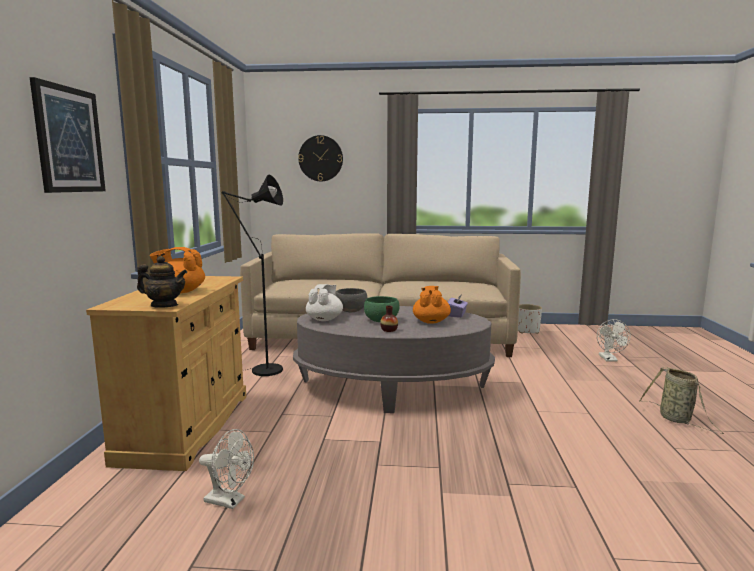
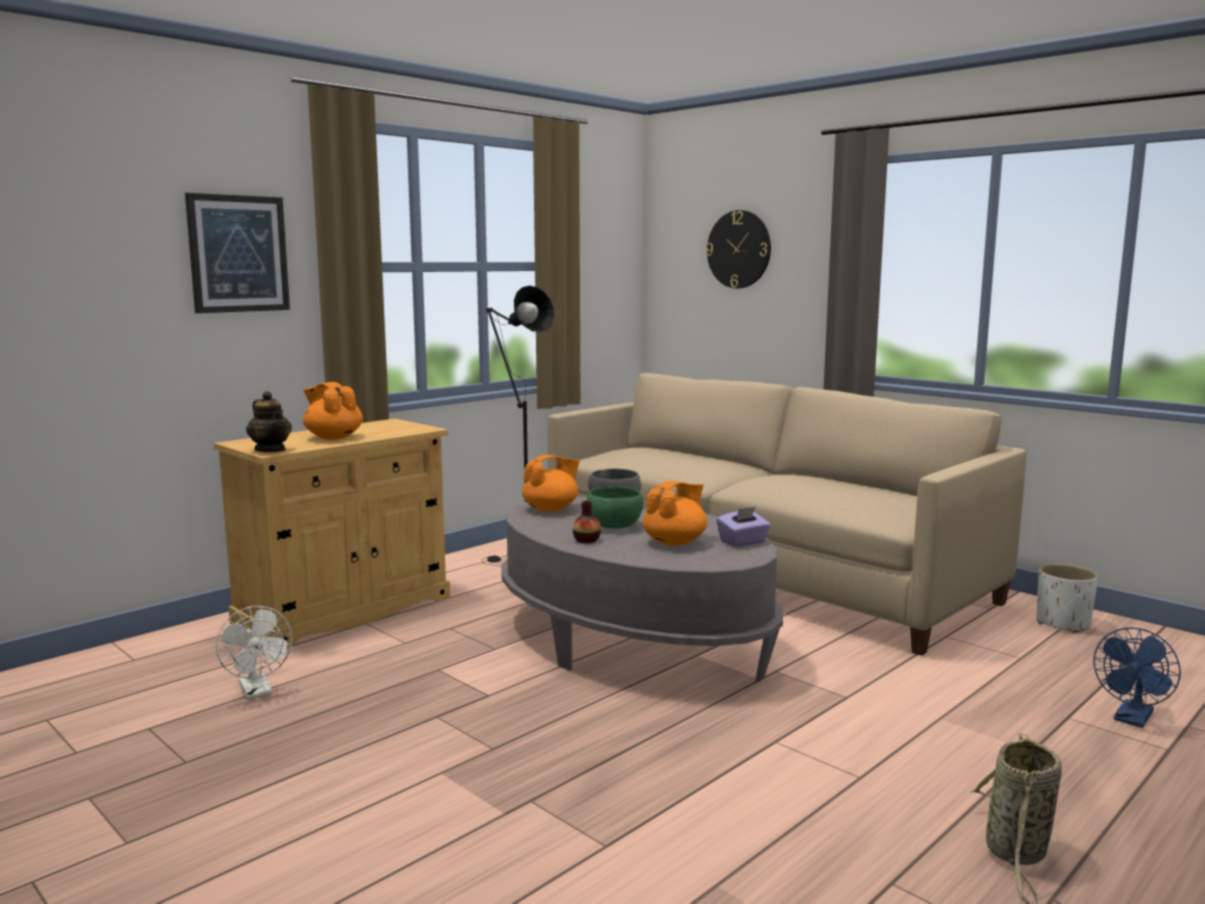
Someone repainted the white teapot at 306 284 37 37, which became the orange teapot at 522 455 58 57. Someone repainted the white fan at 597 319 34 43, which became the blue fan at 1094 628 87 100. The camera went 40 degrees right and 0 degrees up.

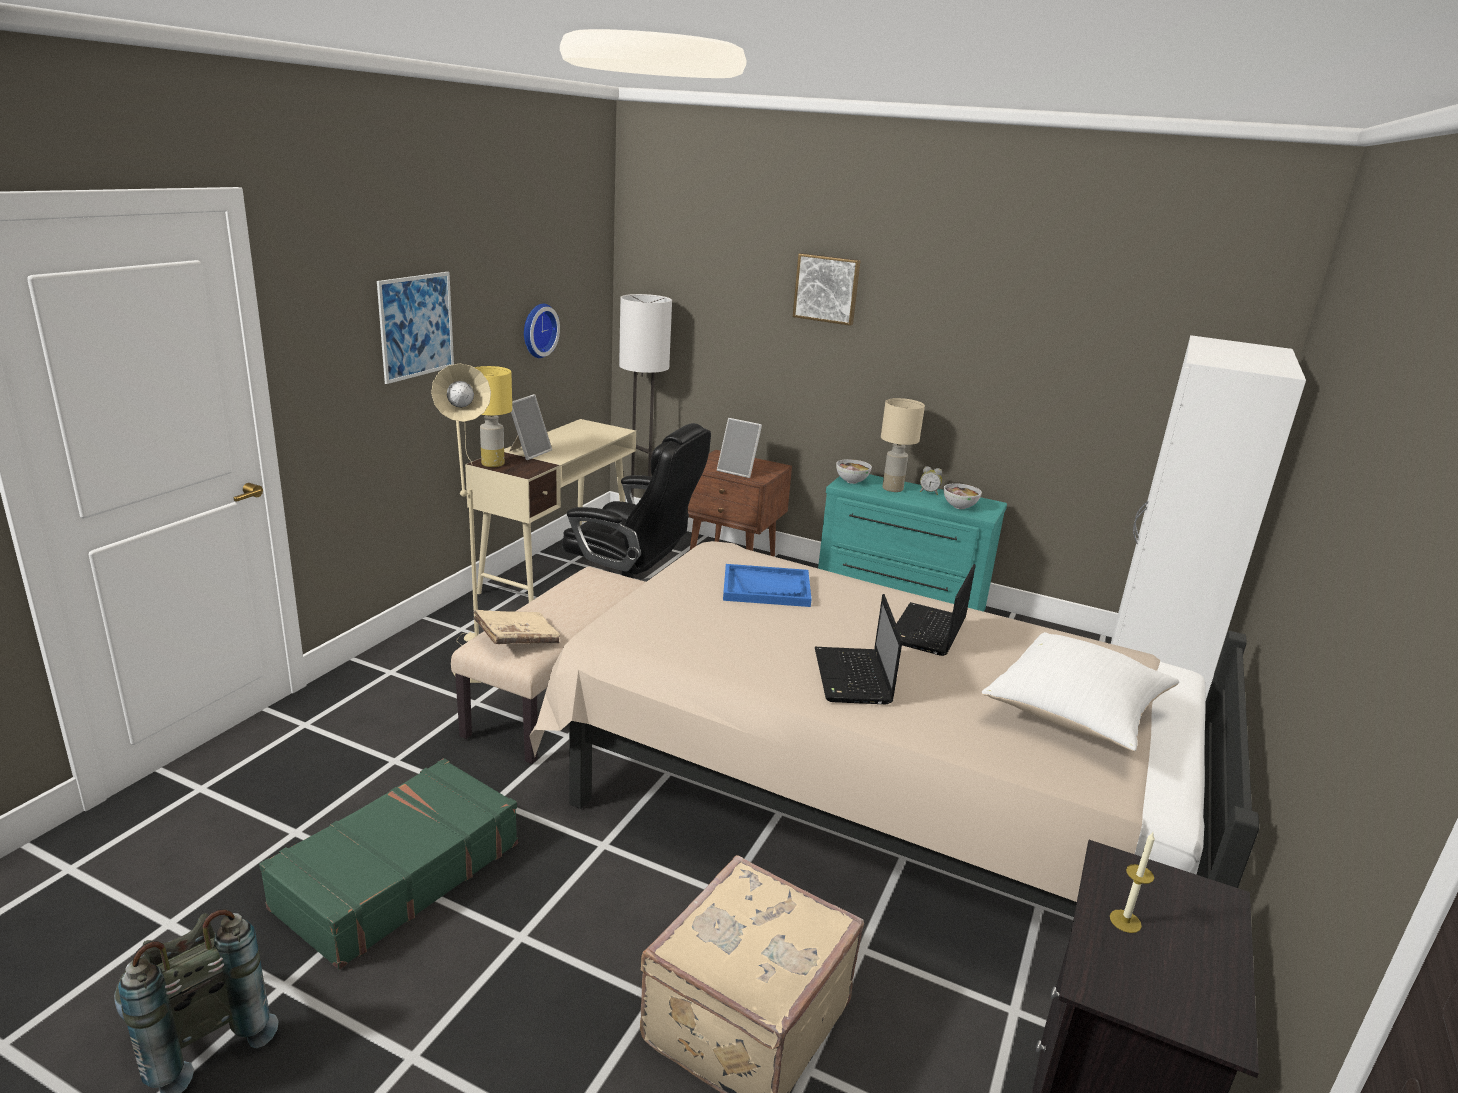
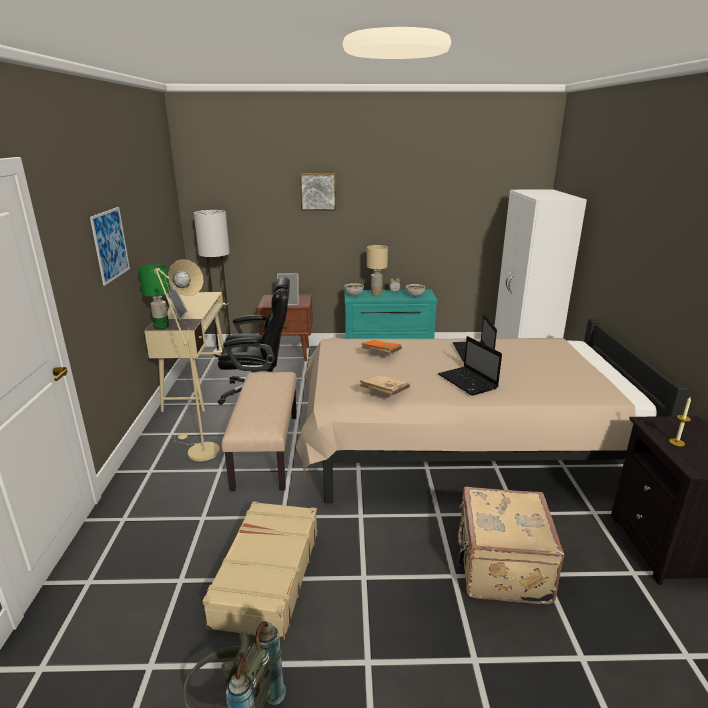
Someone took away the wall clock at 524 304 36 54. Someone took away the white pillow at 982 632 197 119. Someone carried the beige book from 473 610 87 34 to 360 375 50 21. Someone swapped the blue tray at 723 564 89 43 for the orange book at 361 340 41 14. Someone repainted the green suitcase at 259 758 259 211, which became the beige suitcase at 203 501 115 139. Someone repainted the yellow table lamp at 474 366 38 101, which became the green table lamp at 138 265 32 64. The camera went 25 degrees left and 0 degrees up.

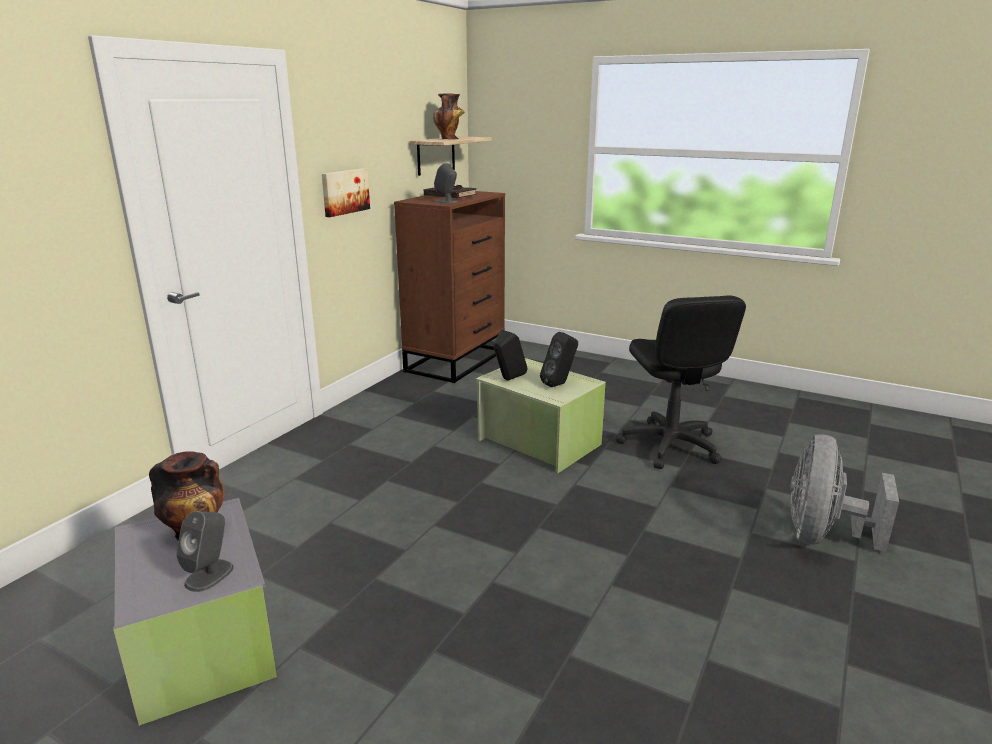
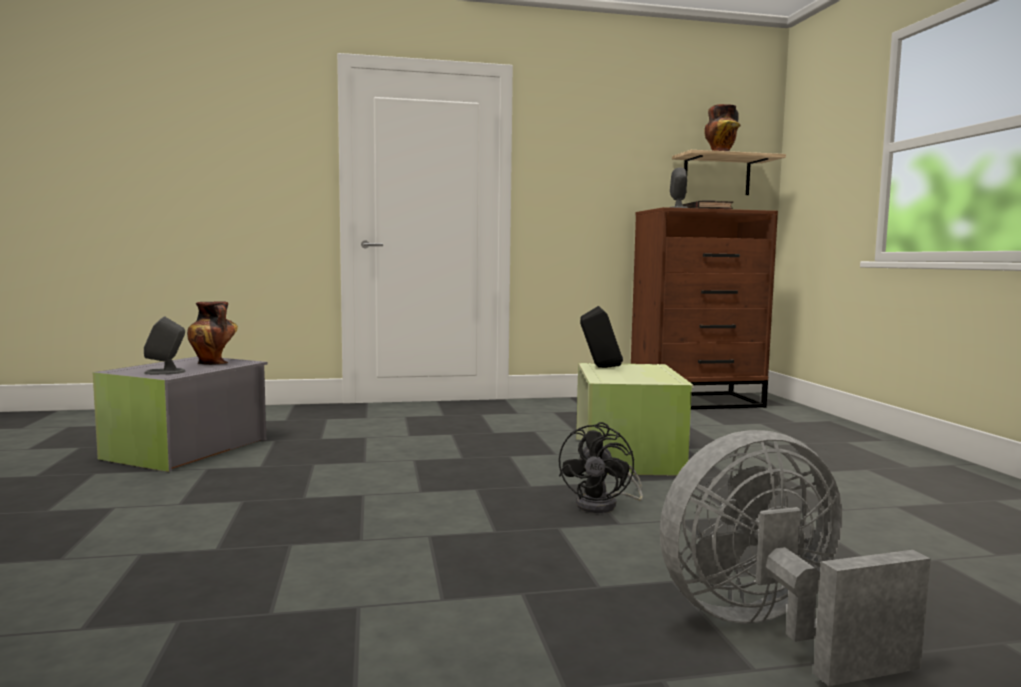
Someone took away the picture at 322 168 48 49. Someone took away the black speaker at 540 332 38 55. Someone took away the black office chair at 616 295 130 174. Someone put down the black fan at 559 422 84 91. The camera went 50 degrees right and 15 degrees down.

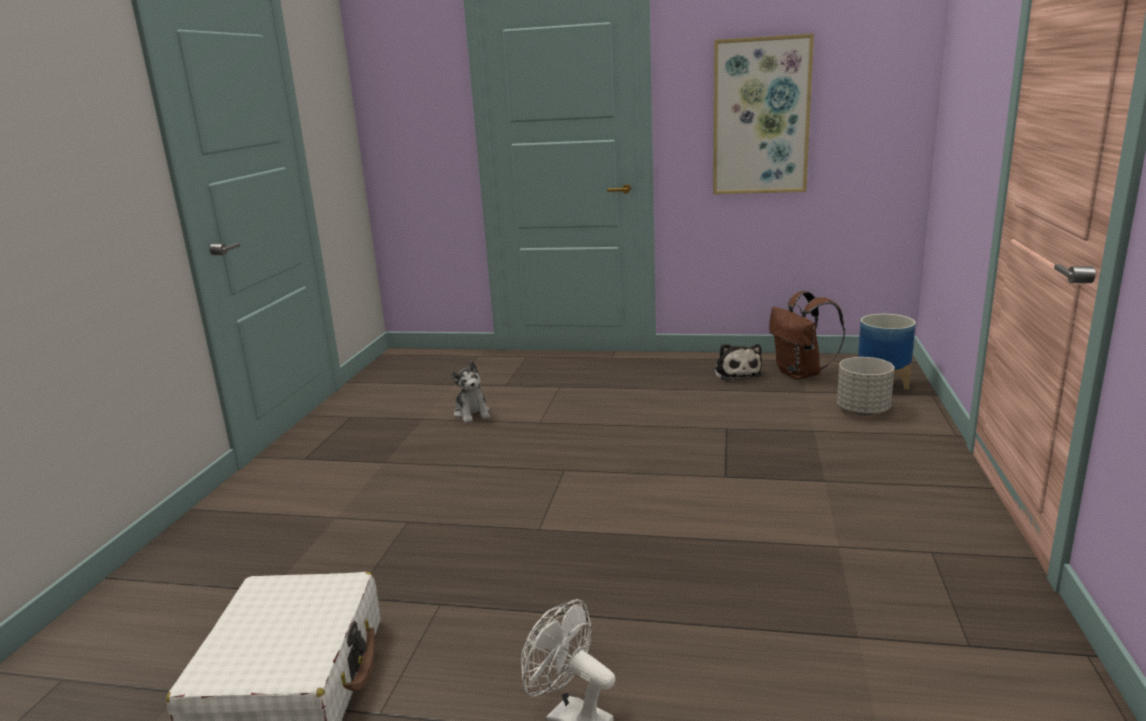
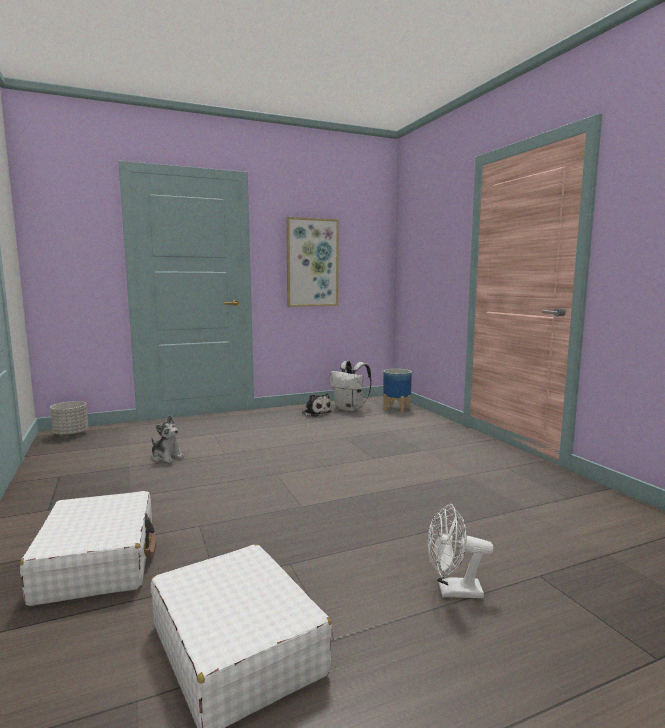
Someone put down the white suitcase at 20 491 136 115. Someone carried the grey planter from 837 357 57 58 to 50 401 38 36. Someone repainted the brown backpack at 769 291 76 89, which became the white backpack at 330 361 42 50. The camera went 35 degrees left and 10 degrees down.

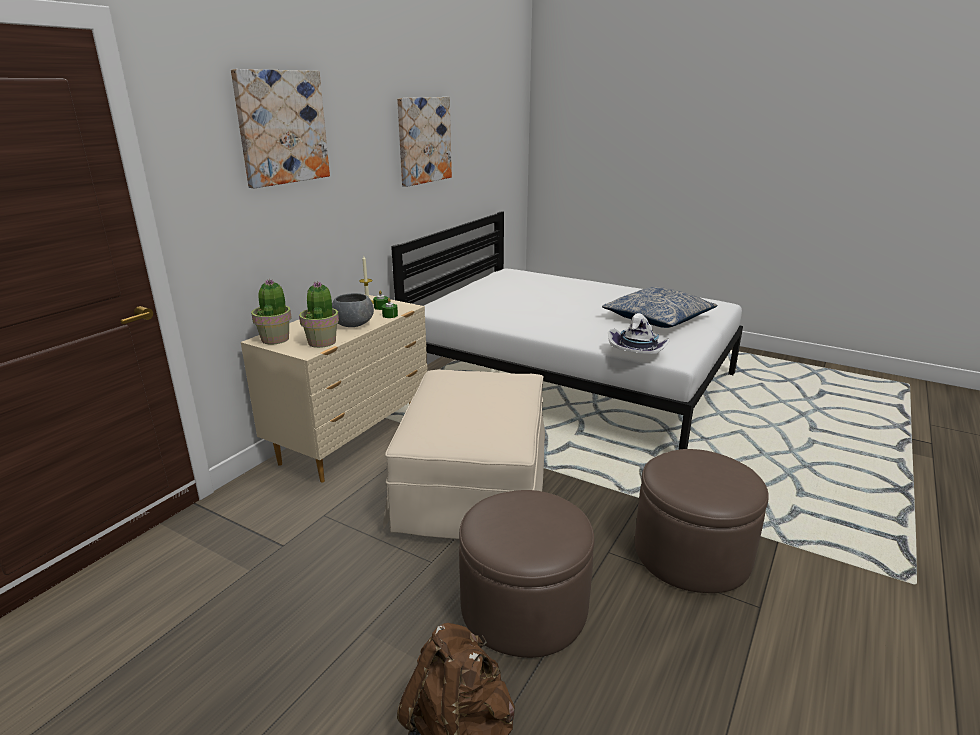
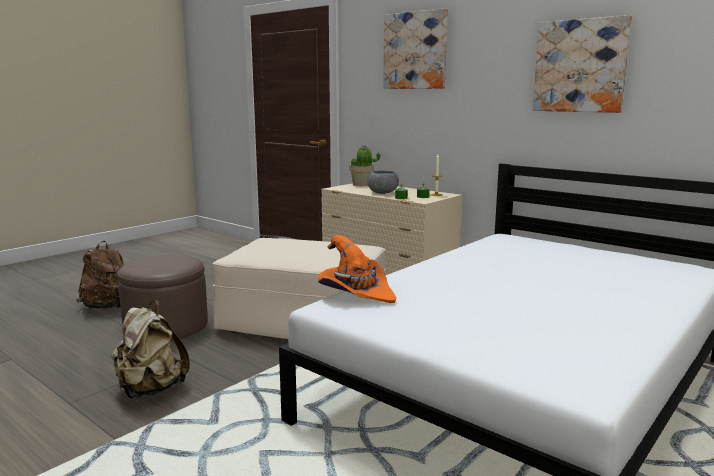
Someone took away the potted plant at 299 281 40 67. Someone took away the pillow at 602 286 115 42. Someone swapped the brown ottoman at 635 449 134 144 for the beige backpack at 111 301 79 98. Someone repainted the white hat at 608 313 62 41, which became the orange hat at 318 235 78 68. The camera went 100 degrees right and 10 degrees down.

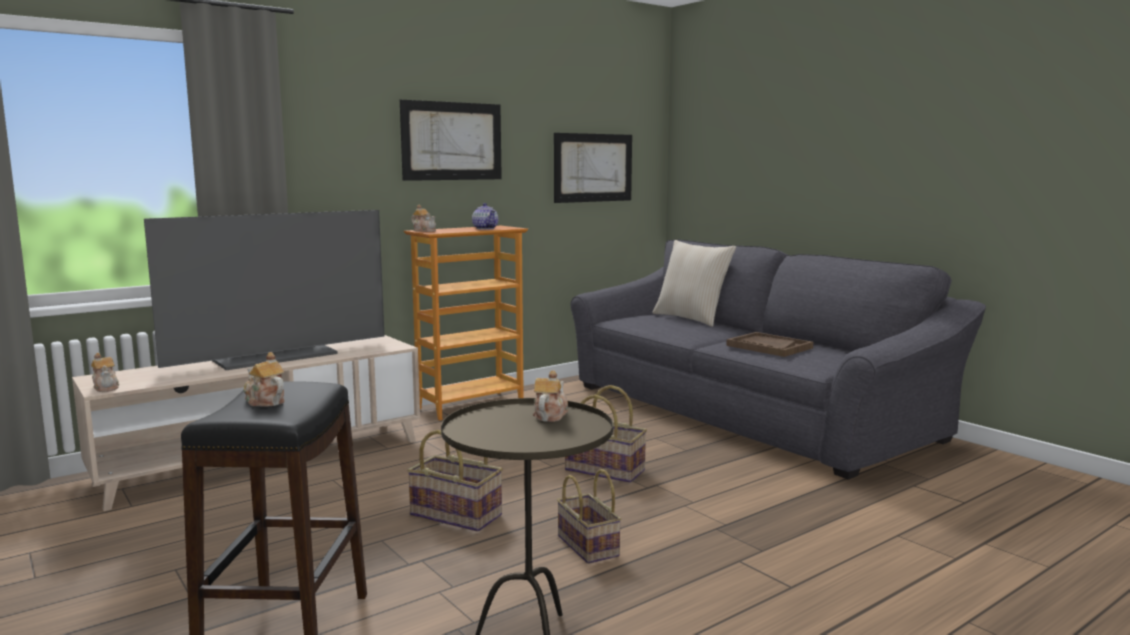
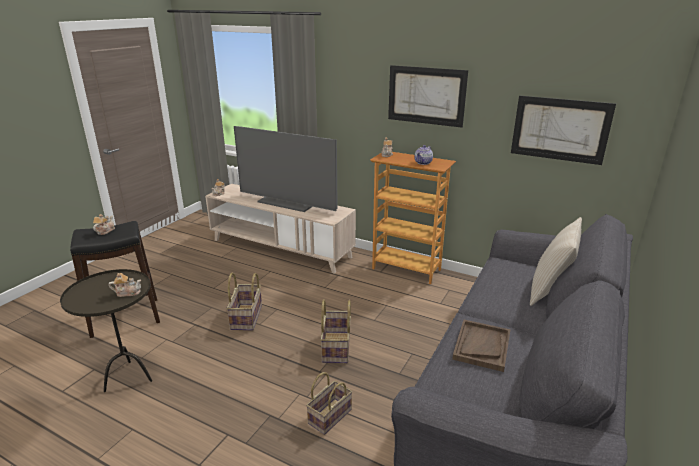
Someone carried the basket from 557 469 64 95 to 306 372 46 63. The camera went 65 degrees right and 15 degrees up.

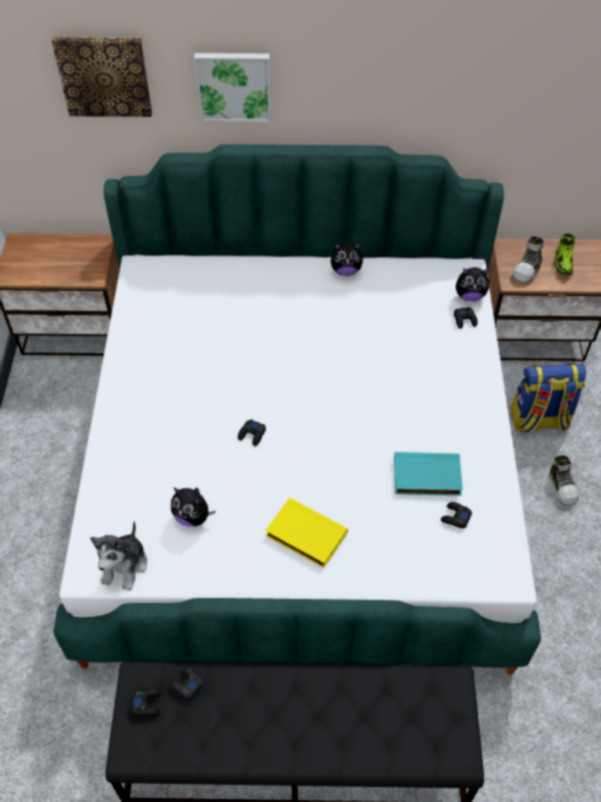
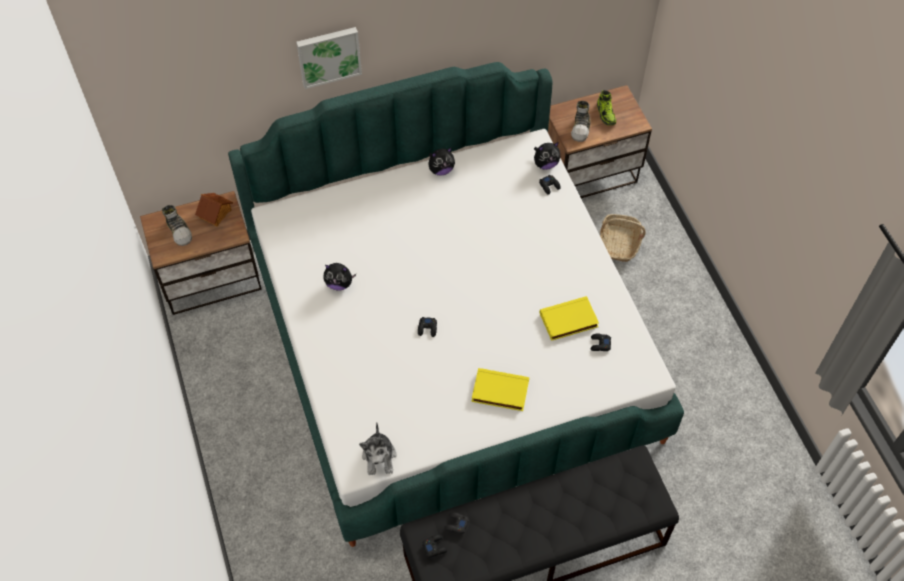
Someone took away the picture at 52 37 100 80. Someone put down the toy house at 195 193 38 34. Someone carried the plush toy from 171 487 45 40 to 324 263 32 27. Someone carried the shoe from 549 455 30 51 to 162 205 30 41. Someone swapped the backpack at 511 363 75 71 for the basket at 600 214 46 48. Someone repainted the turquoise book at 394 452 69 44, which became the yellow book at 540 296 59 45. The camera went 20 degrees left and 5 degrees up.

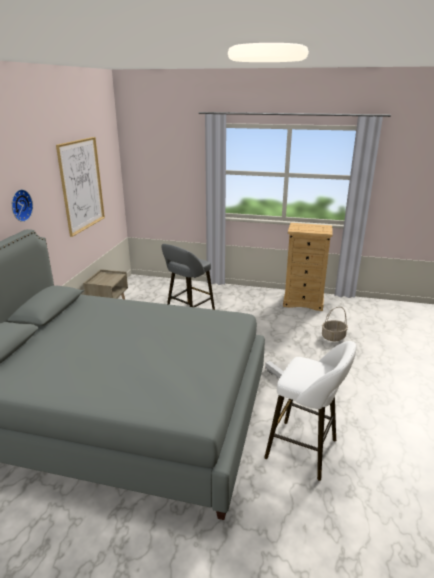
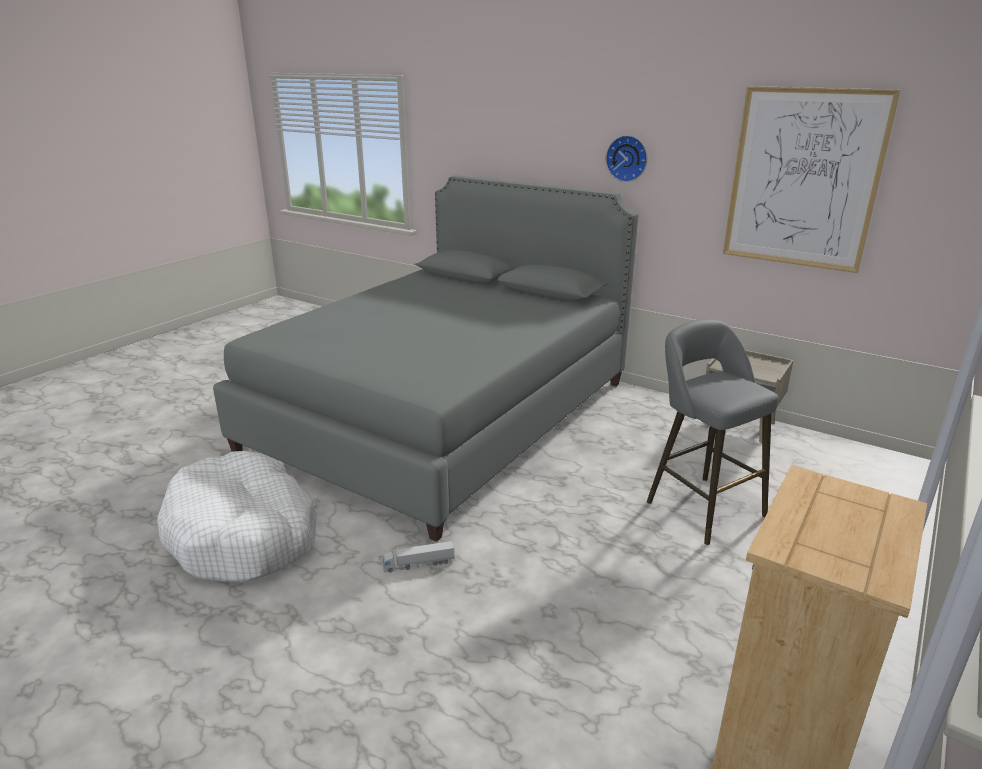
Someone took away the basket at 322 307 26 34. Someone swapped the white stool at 264 341 93 140 for the white dog bed at 157 451 160 131. The camera went 110 degrees right and 0 degrees up.

